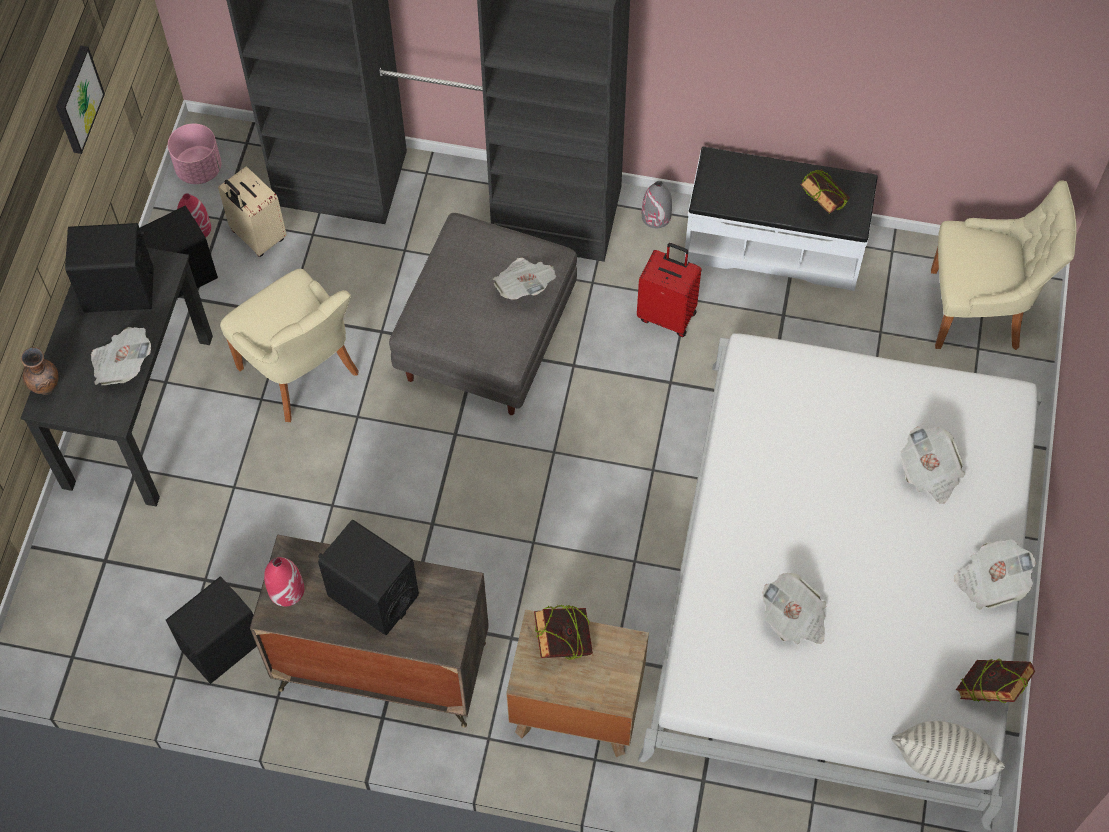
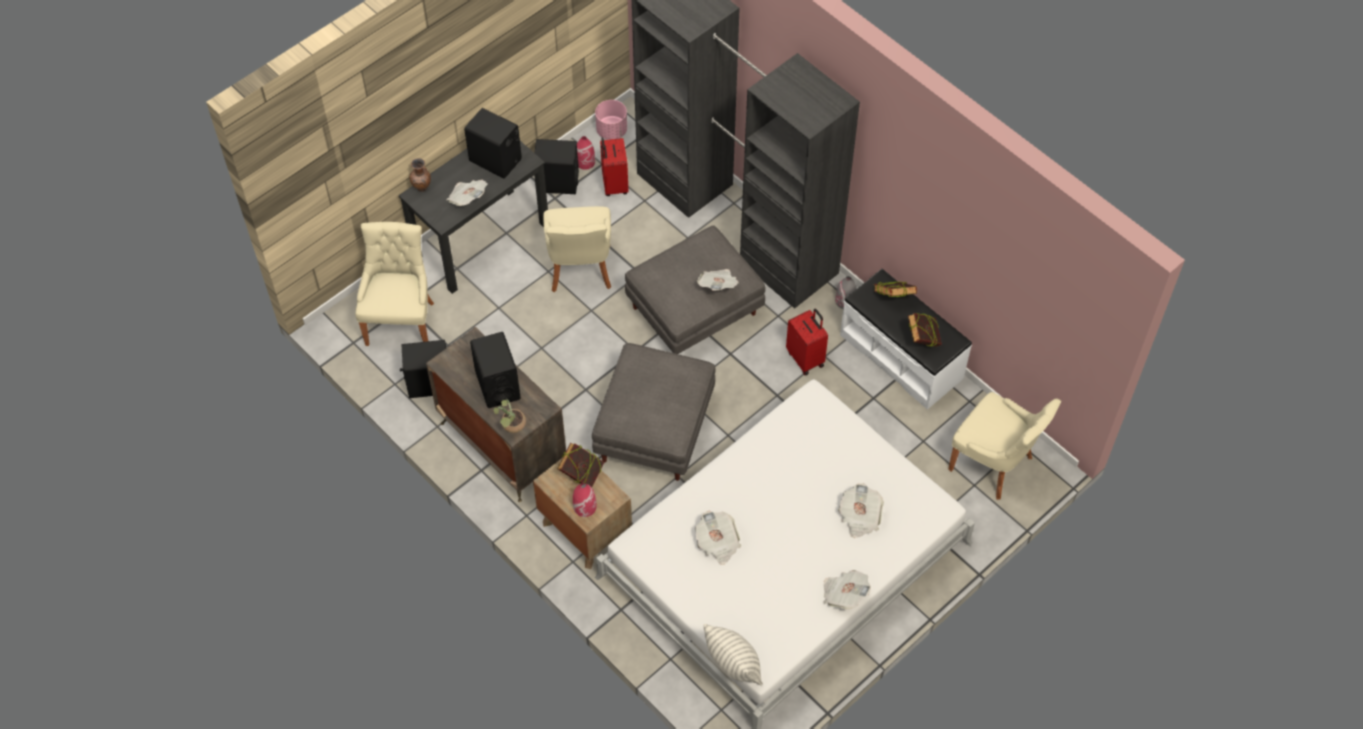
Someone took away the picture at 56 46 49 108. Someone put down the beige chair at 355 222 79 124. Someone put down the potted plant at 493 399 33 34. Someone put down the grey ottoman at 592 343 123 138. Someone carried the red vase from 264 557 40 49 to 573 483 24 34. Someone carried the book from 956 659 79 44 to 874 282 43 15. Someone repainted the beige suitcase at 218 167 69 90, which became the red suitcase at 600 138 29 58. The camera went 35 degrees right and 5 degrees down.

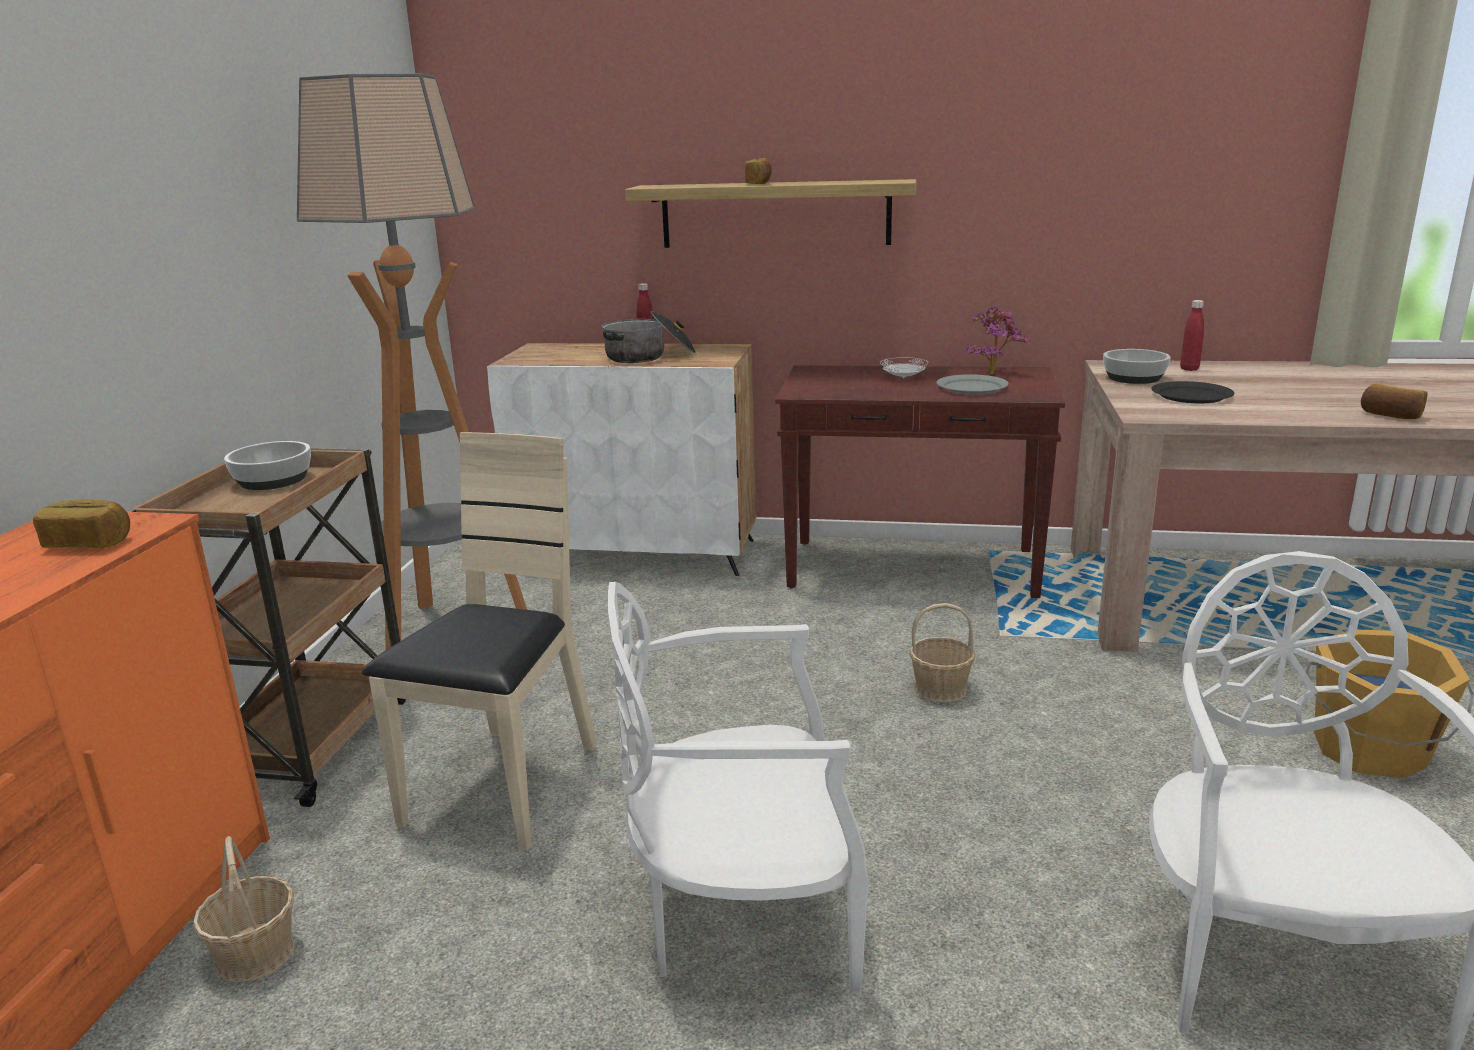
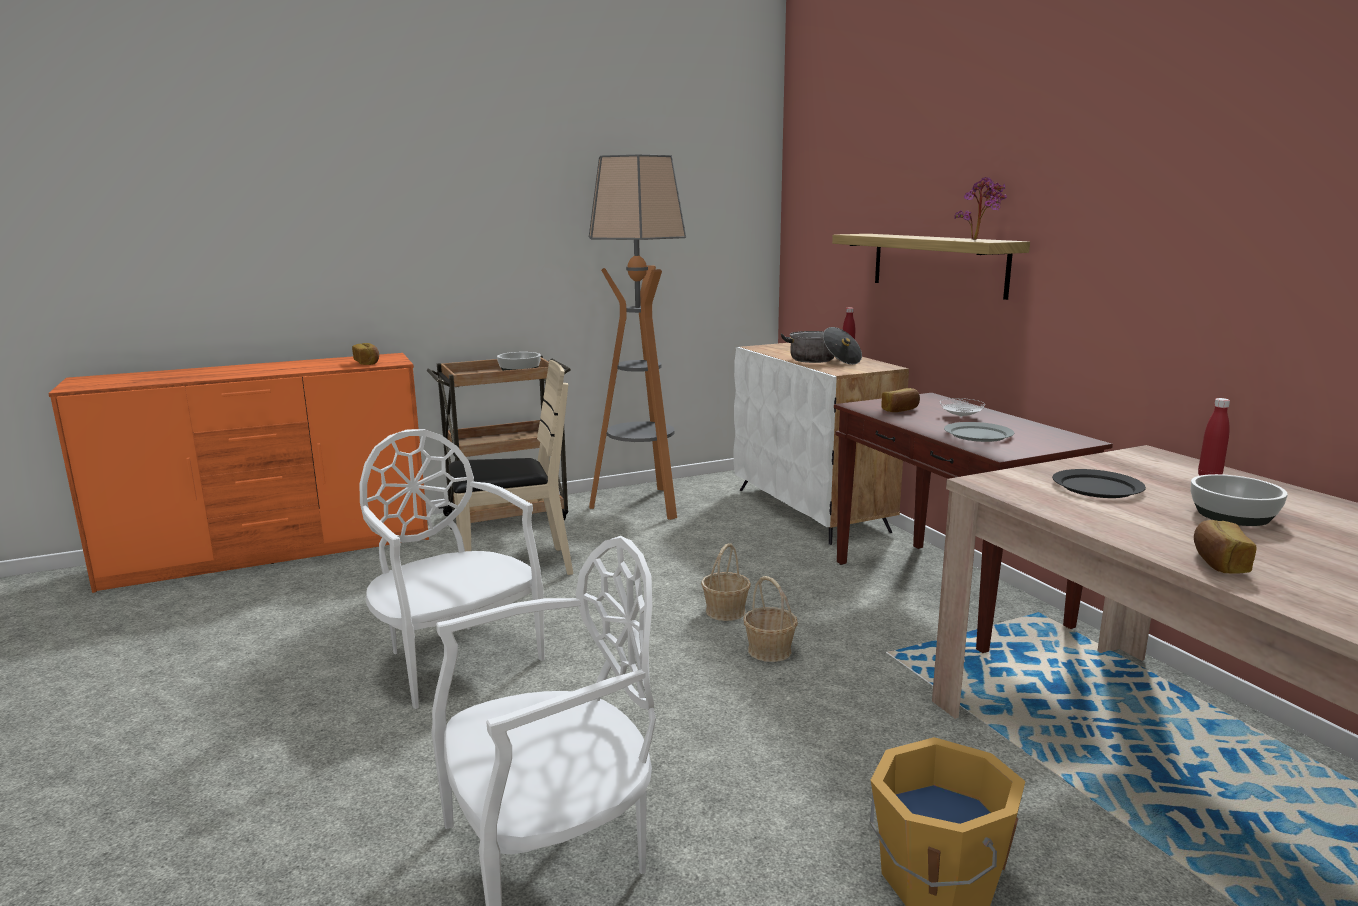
Someone carried the basket from 193 836 102 146 to 701 543 50 78. Someone carried the bread from 745 158 27 26 to 881 388 39 24. Someone carried the potted plant from 966 306 64 68 to 954 177 53 63. Someone carried the bowl from 1103 349 68 35 to 1190 474 98 52. The camera went 55 degrees right and 5 degrees down.

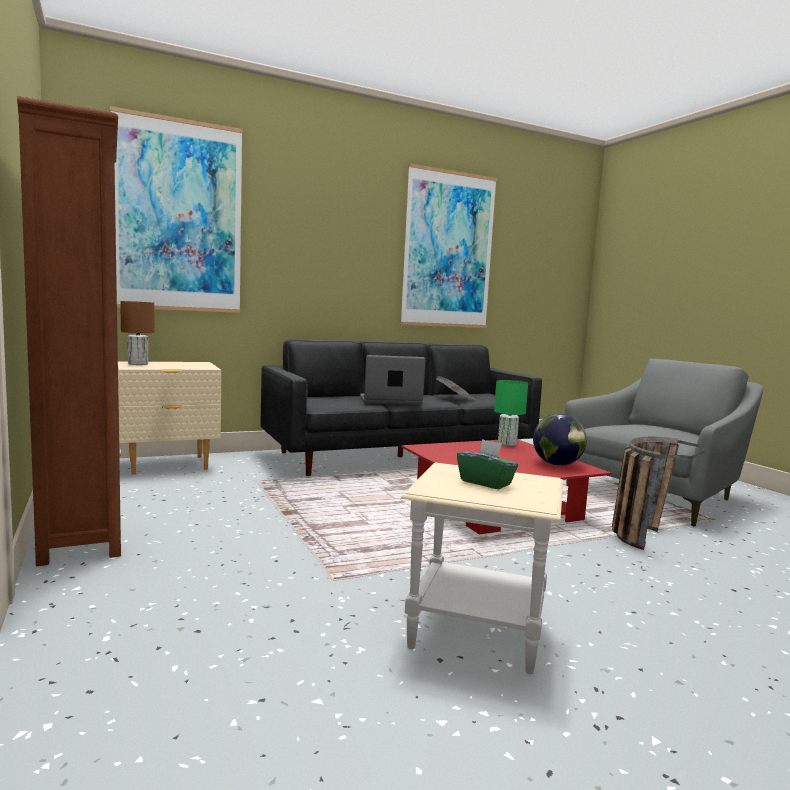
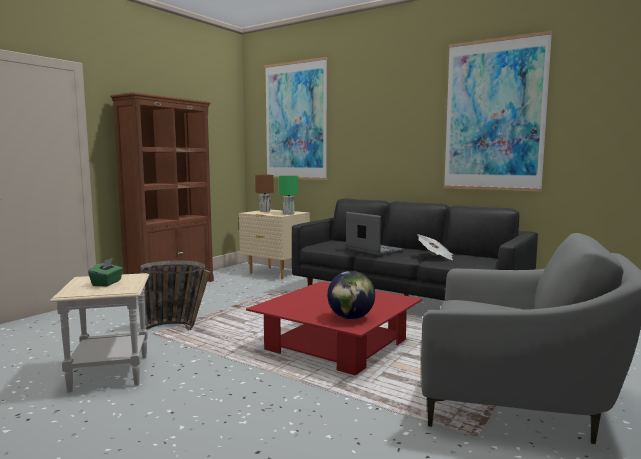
Someone carried the green table lamp from 494 380 34 66 to 279 176 19 39. Someone carried the basket from 612 437 93 113 to 140 261 70 70. The camera went 60 degrees right and 0 degrees up.

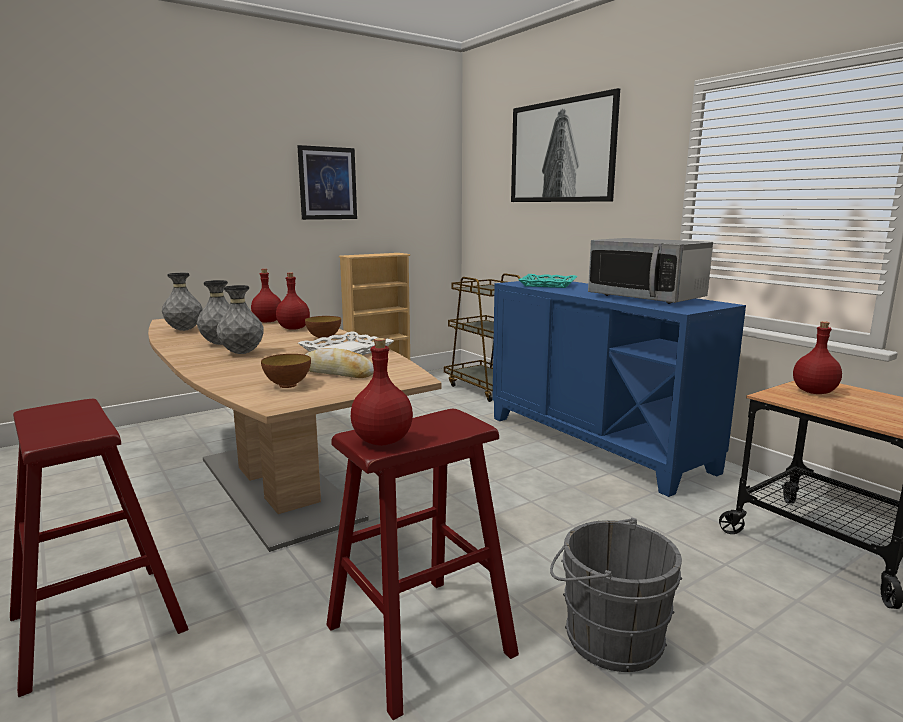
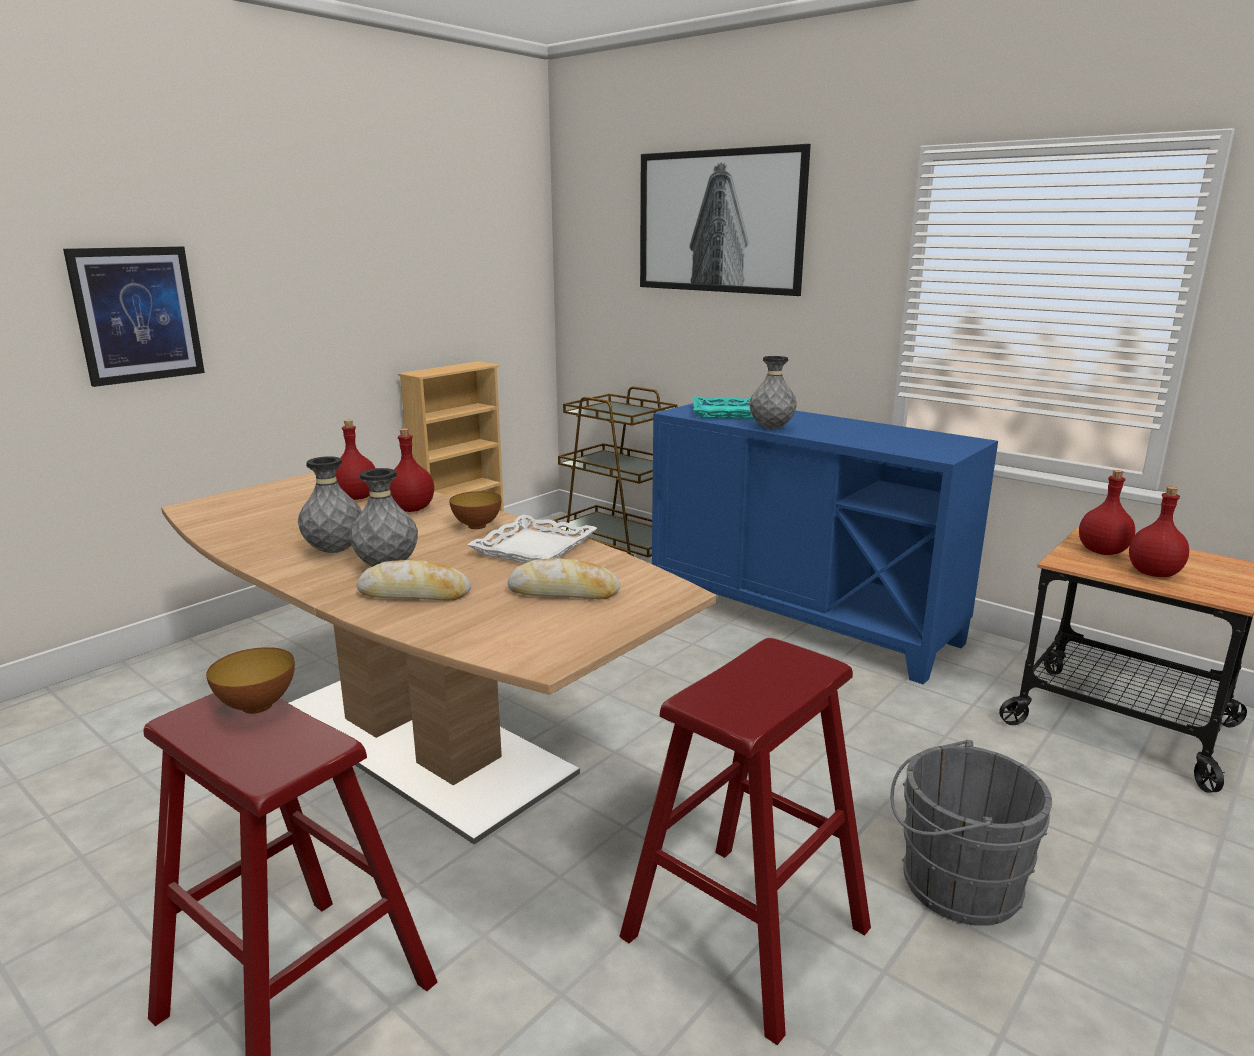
Someone took away the microwave at 588 238 125 66. Someone put down the bread at 357 560 114 41. Someone carried the grey vase from 162 273 41 58 to 749 356 48 73. Someone carried the bowl from 261 354 50 34 to 206 647 89 67. Someone carried the picture from 297 145 60 75 to 63 246 142 141. Someone carried the red bottle from 351 338 62 108 to 1129 487 60 90. The camera went 15 degrees left and 5 degrees up.

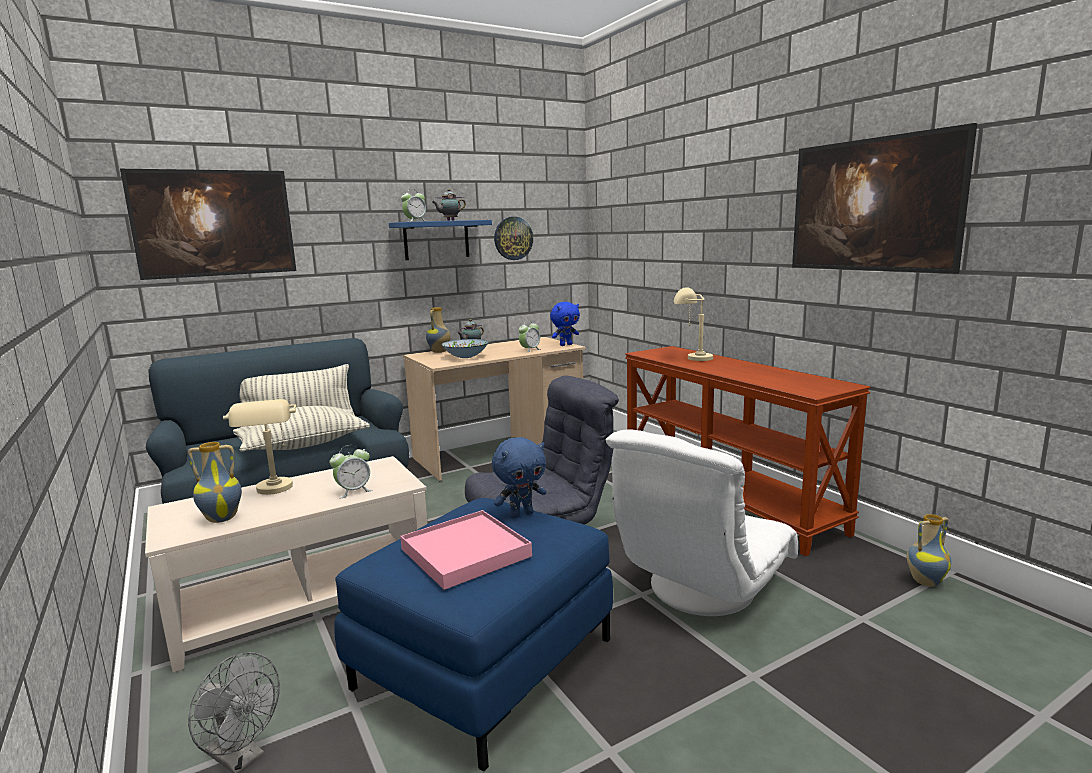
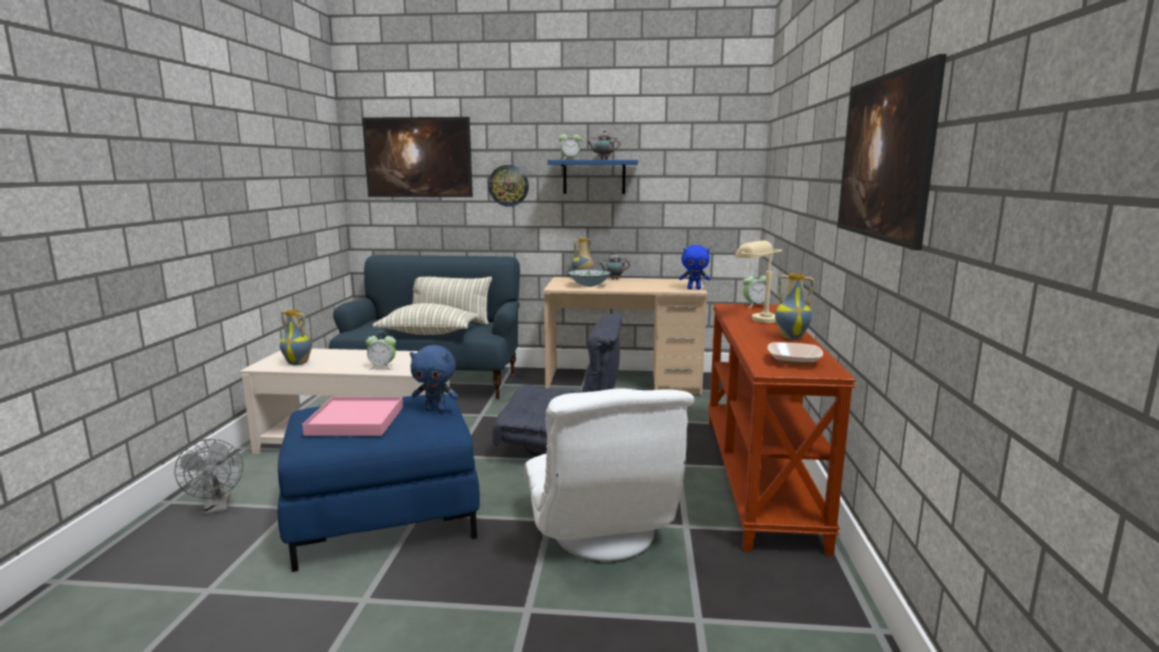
Someone took away the beige table lamp at 223 399 73 96. Someone put down the bowl at 767 342 56 24. Someone carried the wall clock from 494 217 39 43 to 488 165 41 41. Someone carried the alarm clock from 519 320 22 32 to 743 271 23 37. Someone carried the vase from 907 514 45 72 to 775 273 39 66. Someone rotated the white armchair at 605 429 193 187 by 90 degrees counterclockwise. The camera went 35 degrees right and 0 degrees up.

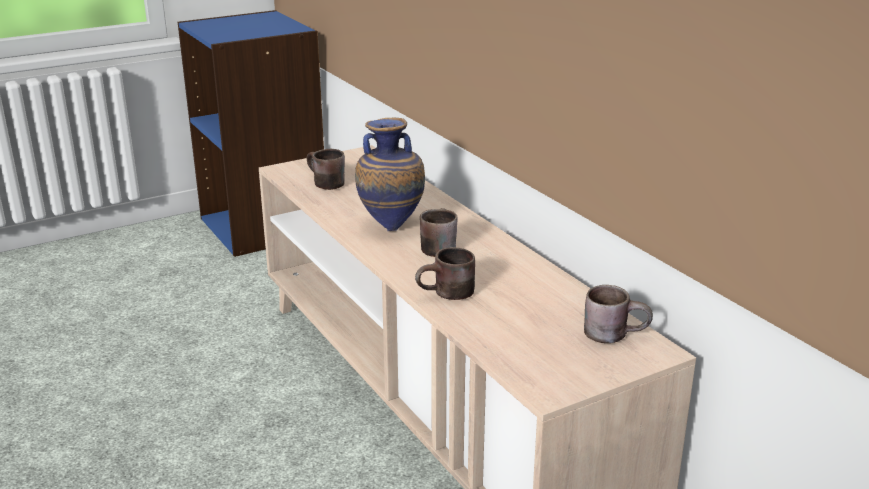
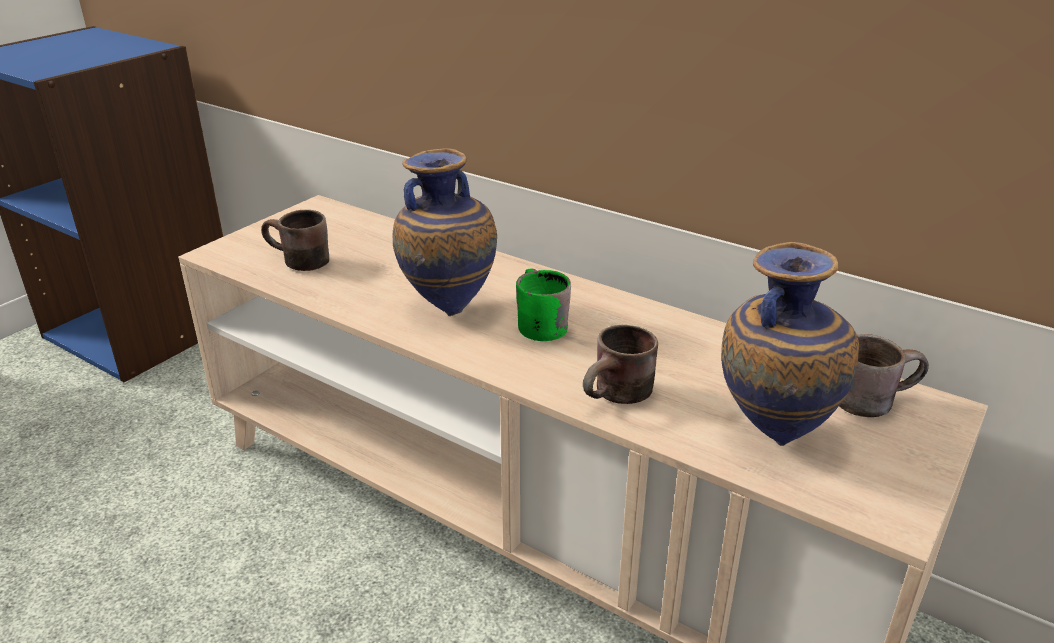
Someone put down the vase at 721 242 138 204. Someone repainted the brown mug at 420 208 38 49, which became the green mug at 516 269 55 72. The camera went 25 degrees left and 5 degrees up.

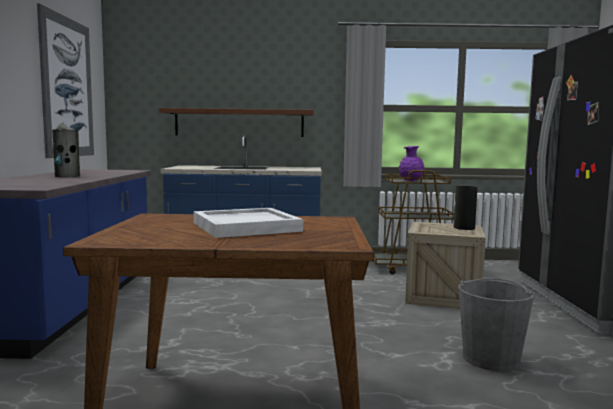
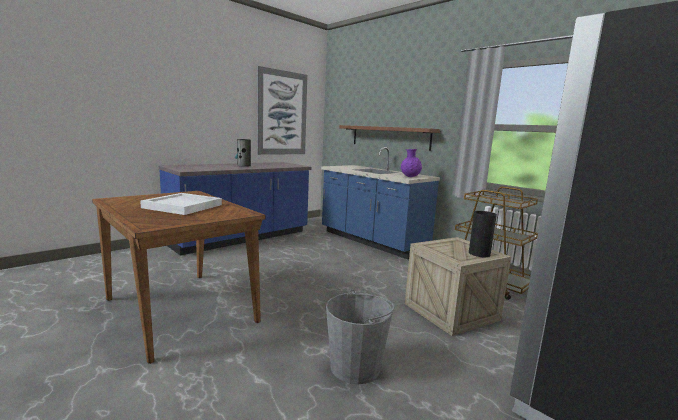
Someone carried the purple vase from 399 146 25 35 to 401 149 21 28. The camera went 45 degrees right and 5 degrees up.

